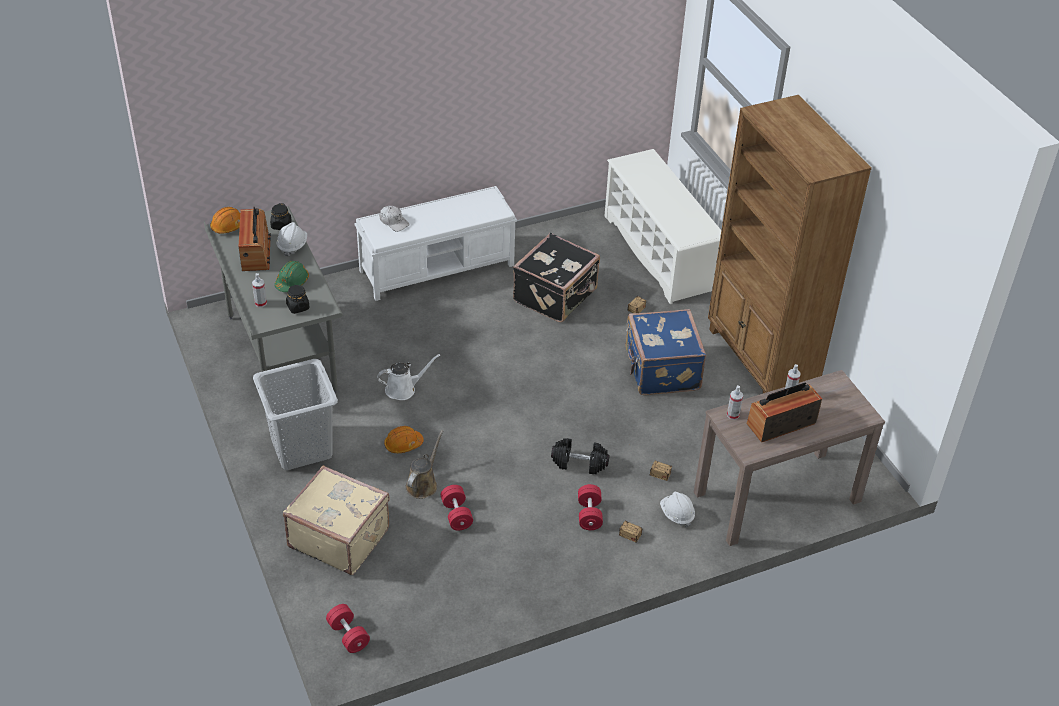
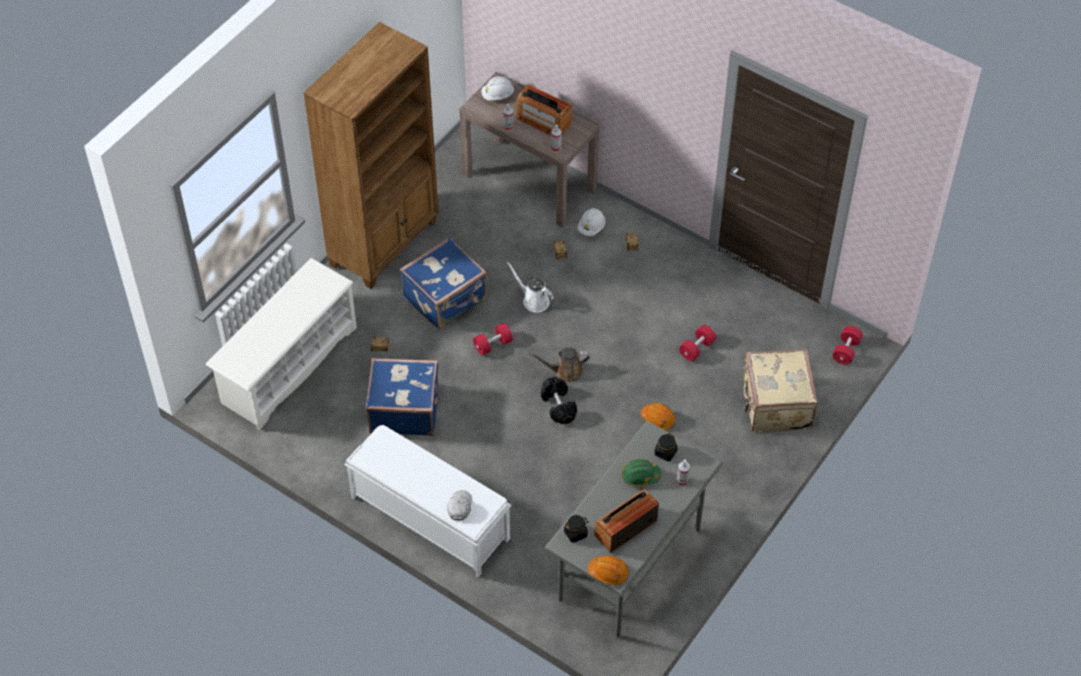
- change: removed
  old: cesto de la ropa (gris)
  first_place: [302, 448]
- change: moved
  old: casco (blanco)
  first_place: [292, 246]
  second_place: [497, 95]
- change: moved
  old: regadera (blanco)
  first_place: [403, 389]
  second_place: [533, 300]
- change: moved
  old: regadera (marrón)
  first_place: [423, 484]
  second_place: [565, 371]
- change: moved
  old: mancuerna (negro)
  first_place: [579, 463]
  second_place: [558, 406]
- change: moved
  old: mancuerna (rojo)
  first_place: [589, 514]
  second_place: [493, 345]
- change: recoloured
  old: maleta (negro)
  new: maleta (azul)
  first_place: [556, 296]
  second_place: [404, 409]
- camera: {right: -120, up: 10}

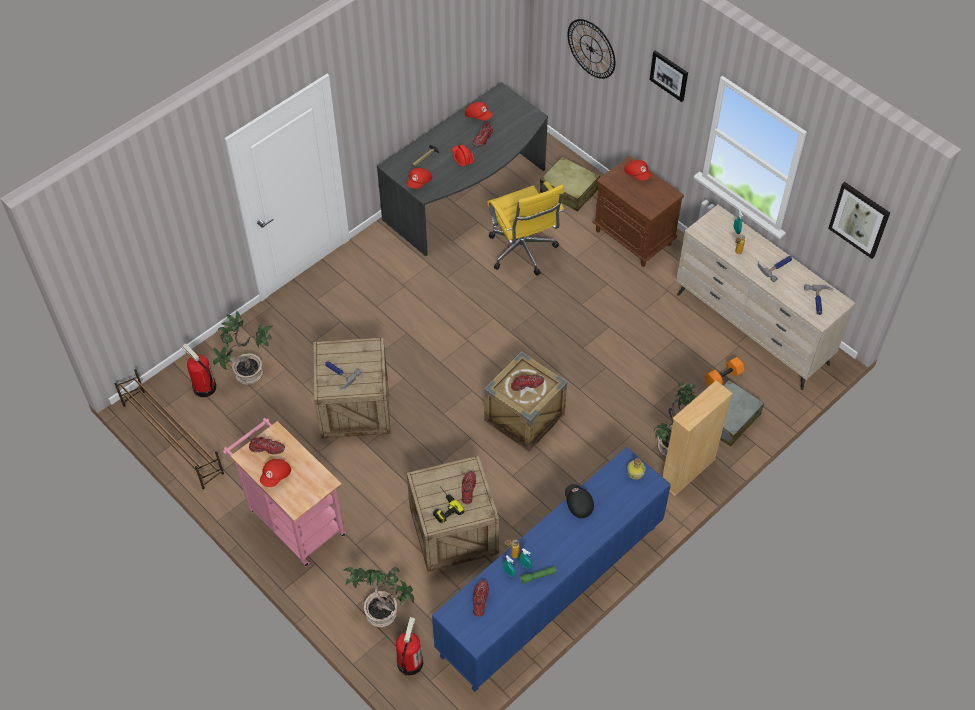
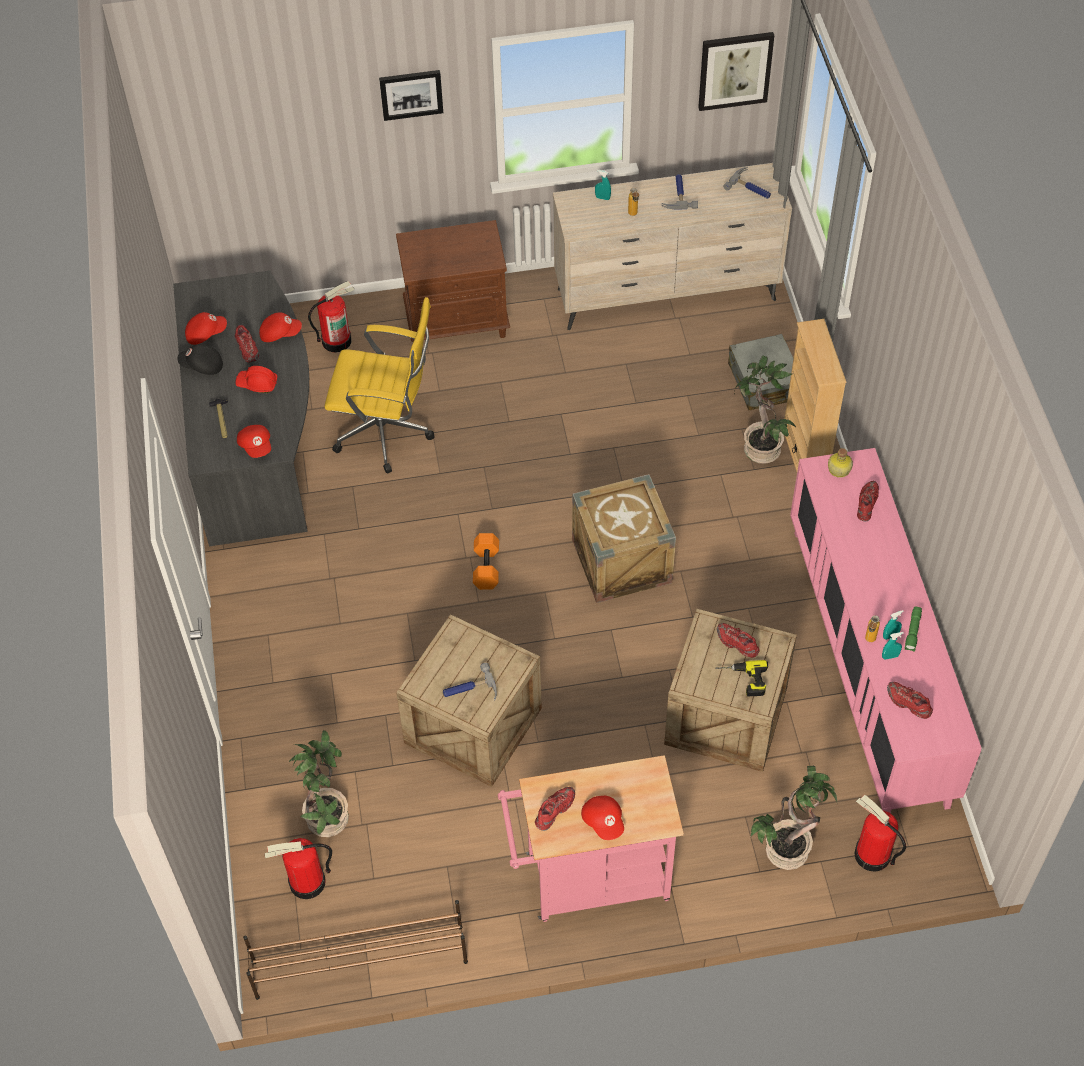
- change: removed
  old: reloj de pared
  first_place: [591, 48]
- change: moved
  old: zapato (rojo)
  first_place: [527, 385]
  second_place: [866, 504]
- change: moved
  old: gorra (negro)
  first_place: [578, 504]
  second_place: [202, 366]
- change: moved
  old: gorra (rojo)
  first_place: [637, 174]
  second_place: [280, 333]
- change: moved
  old: mancuerna (naranja)
  first_place: [723, 377]
  second_place: [485, 567]
- change: replaced
  old: maleta (beis)
  new: extintor
  first_place: [569, 190]
  second_place: [336, 340]
- change: recoloured
  old: armario (azul)
  new: armario (rosa)
  first_place: [551, 590]
  second_place: [869, 662]
- camera: {right: -55, up: 0}

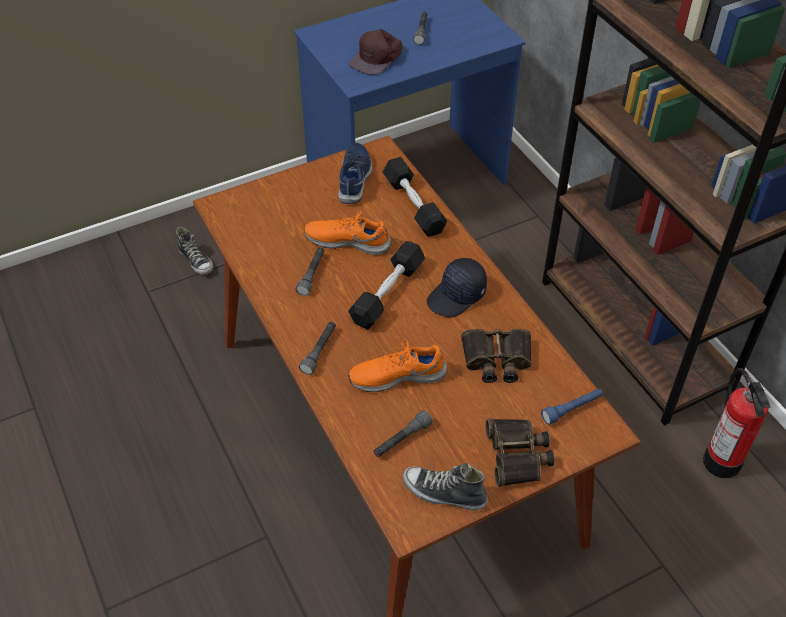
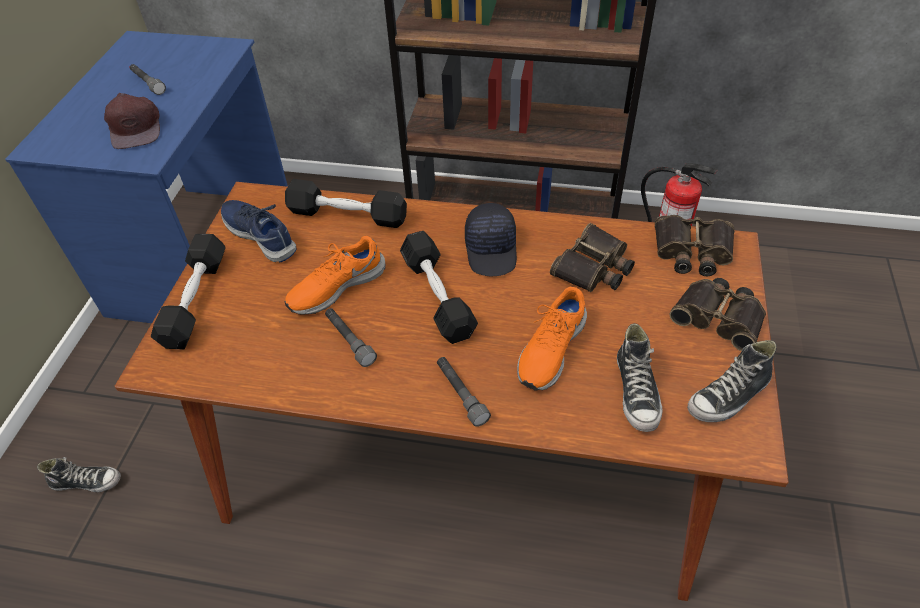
- change: added
  new: mancuerna (negro)
  second_place: [195, 300]
- change: replaced
  old: linterna (gris)
  new: zapato
  first_place: [402, 440]
  second_place: [636, 392]
- change: replaced
  old: linterna (azul)
  new: prismáticos
  first_place: [572, 409]
  second_place: [692, 252]
- camera: {right: -50, up: 0}

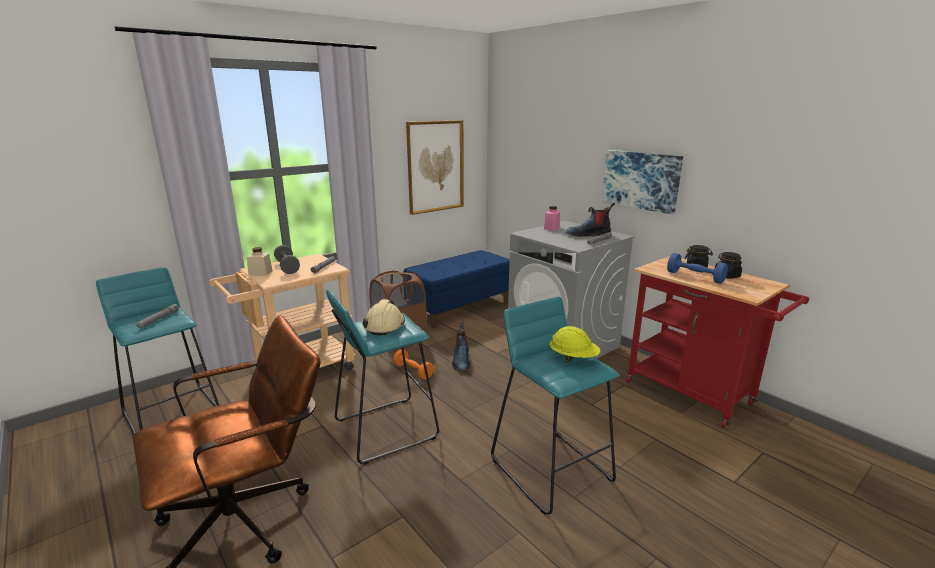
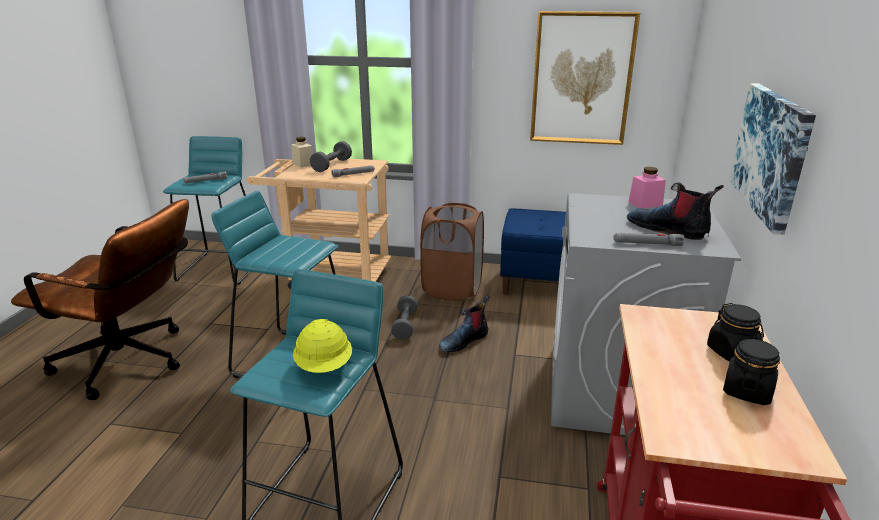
- change: removed
  old: casco (beis)
  first_place: [384, 325]
- change: removed
  old: mancuerna (azul)
  first_place: [695, 277]
- change: recoloured
  old: mancuerna (naranja)
  new: mancuerna (gris)
  first_place: [413, 371]
  second_place: [405, 325]
- camera: {right: 50, up: 5}

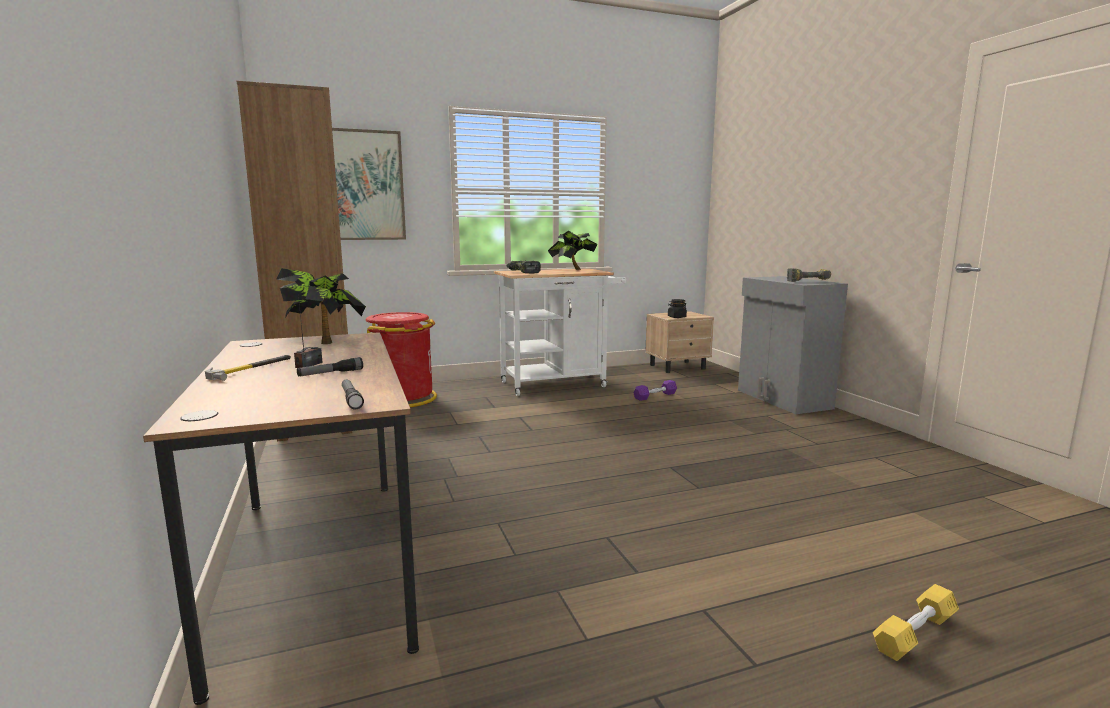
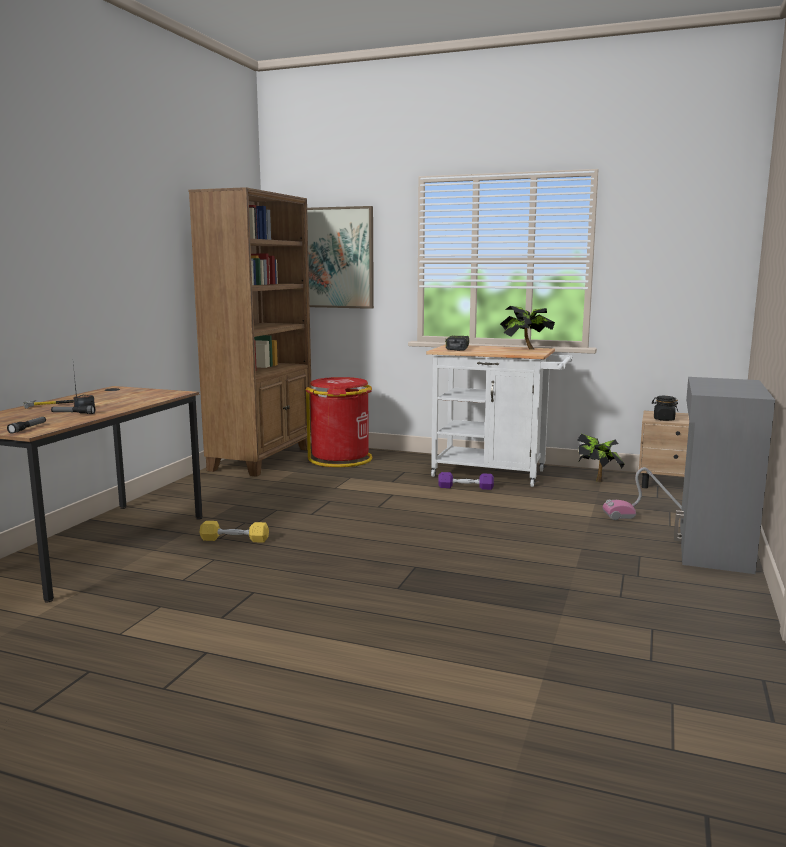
- change: removed
  old: taladro
  first_place: [806, 281]
- change: added
  new: aspiradora
  second_place: [648, 516]
- change: moved
  old: planta en maceta
  first_place: [324, 341]
  second_place: [598, 479]
- change: moved
  old: mancuerna (morado)
  first_place: [655, 396]
  second_place: [465, 487]
- change: moved
  old: mancuerna (amarillo)
  first_place: [914, 634]
  second_place: [234, 539]
- camera: {right: 40, up: 0}

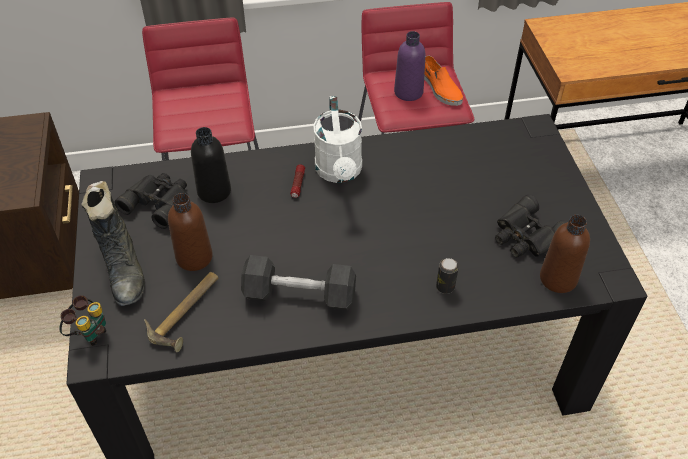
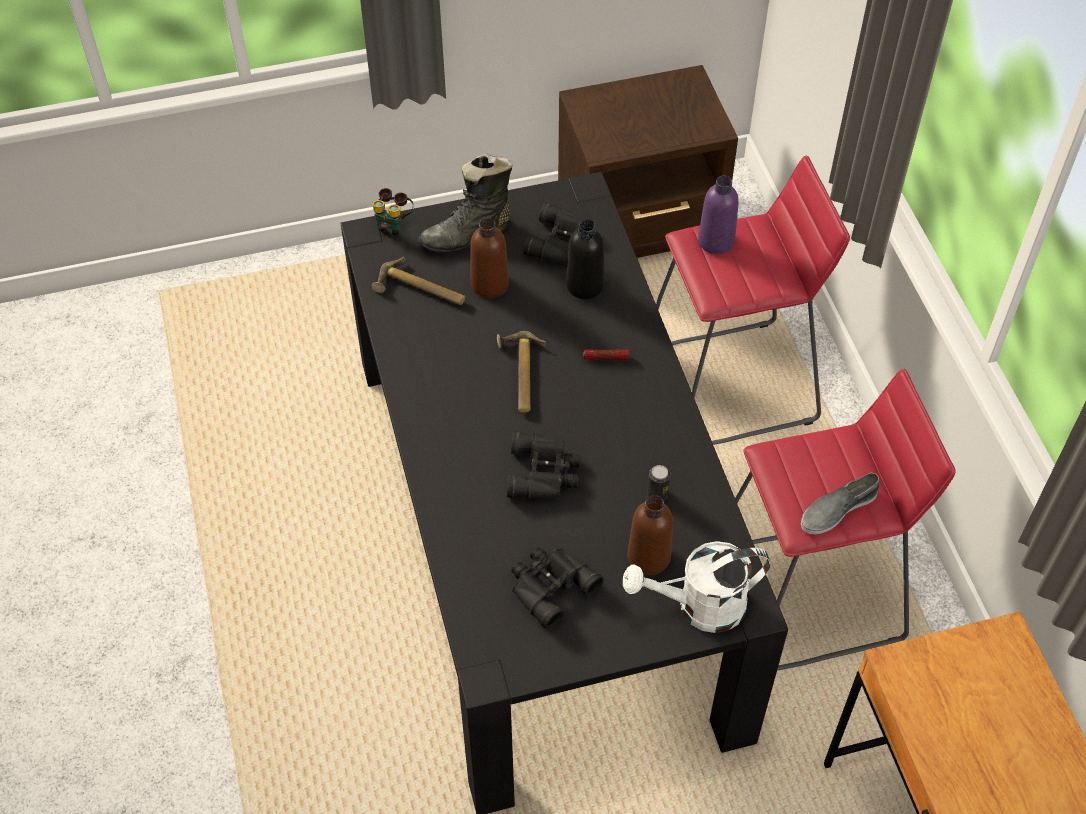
- change: removed
  old: mancuerna (negro)
  first_place: [299, 295]
- change: added
  new: martillo
  second_place: [519, 375]
- change: added
  new: prismáticos (negro)
  second_place: [544, 472]
- change: moved
  old: regadera (blanco)
  first_place: [340, 172]
  second_place: [699, 607]
- change: moved
  old: botella (morado)
  first_place: [408, 92]
  second_place: [716, 241]
- change: moved
  old: lata
  first_place: [445, 287]
  second_place: [657, 494]
- change: moved
  old: botella (marrón)
  first_place: [558, 279]
  second_place: [648, 557]
- change: recoloured
  old: zapato (naranja)
  new: zapato (gris)
  first_place: [440, 88]
  second_place: [837, 509]
- camera: {right: 85, up: 5}

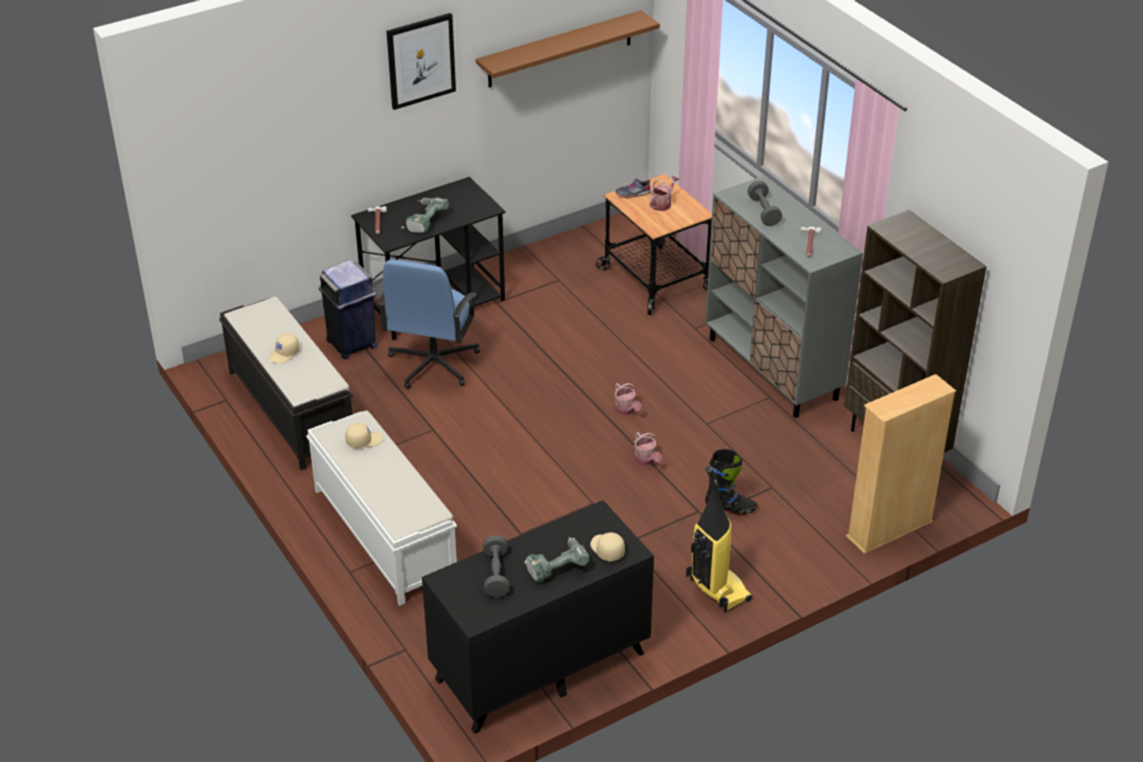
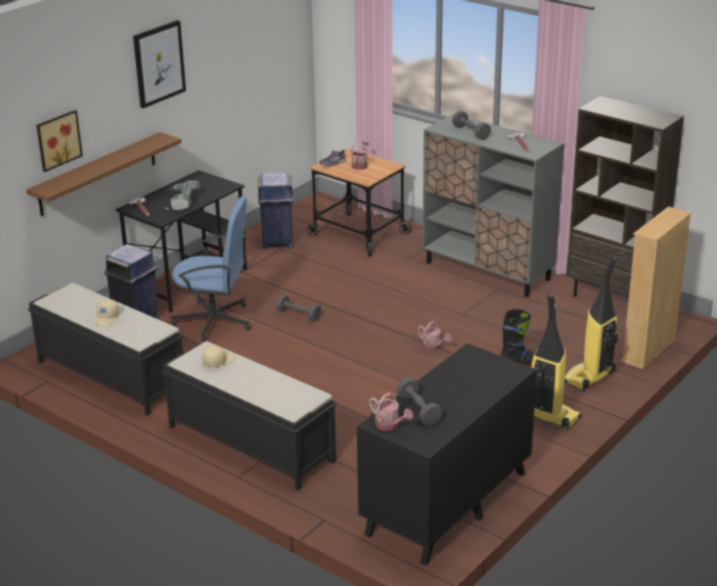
- change: removed
  old: taladro
  first_place: [556, 566]
- change: removed
  old: gorra (beis)
  first_place: [606, 550]
- change: added
  new: cuadro
  second_place: [57, 140]
- change: added
  new: papelera (azul)
  second_place: [277, 242]
- change: added
  new: mancuerna (gris)
  second_place: [299, 315]
- change: added
  new: aspiradora
  second_place: [589, 378]
- change: moved
  old: estante (marrón)
  first_place: [560, 49]
  second_place: [98, 174]
- change: moved
  old: regadera
  first_place: [626, 410]
  second_place: [390, 425]
- change: recoloured
  old: banco (blanco)
  new: banco (negro)
  first_place: [383, 534]
  second_place: [250, 443]
- change: turned
  old: silla de oficina (azul)
  first_place: [433, 364]
  second_place: [215, 321]
  degrees: -75
- camera: {right: -20, up: -10}

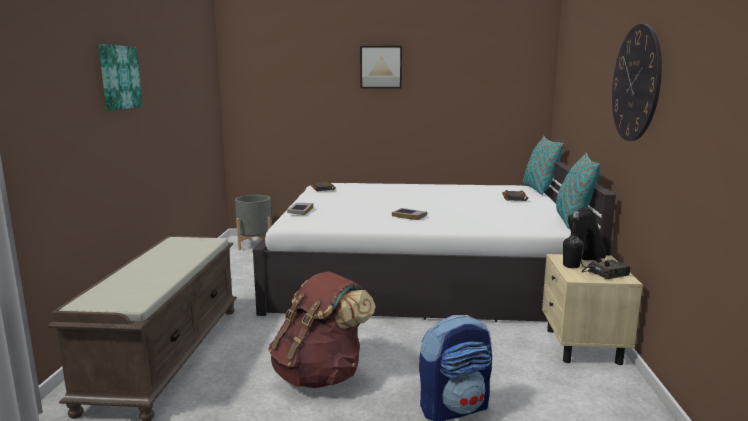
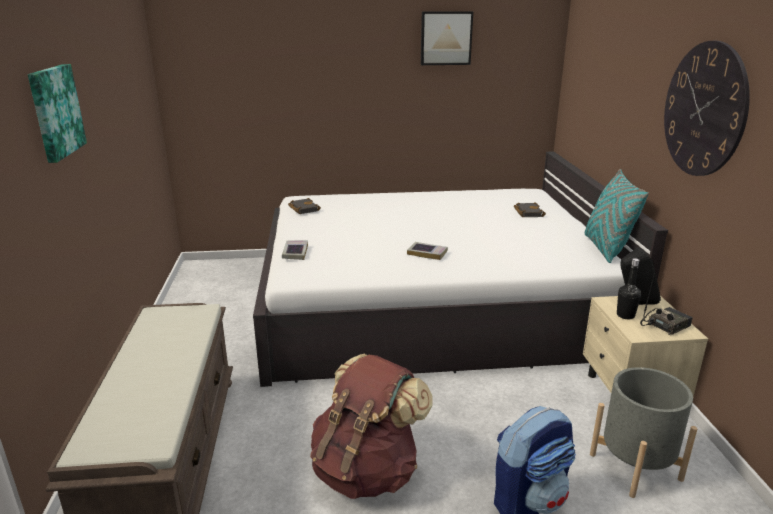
- change: removed
  old: cojín (turquesa)
  first_place: [538, 190]
- change: moved
  old: maceta (gris)
  first_place: [255, 244]
  second_place: [635, 467]
- change: moved
  old: cuadro
  first_place: [381, 67]
  second_place: [445, 38]
- camera: {right: -10, up: 10}

